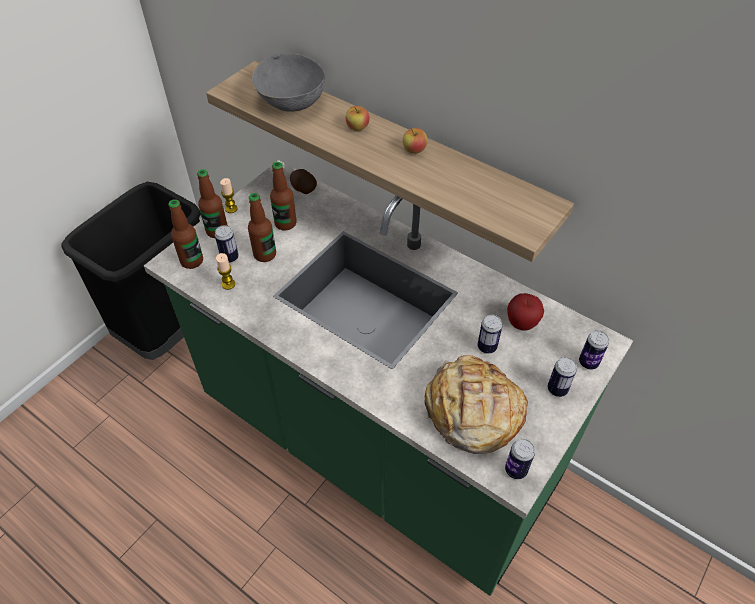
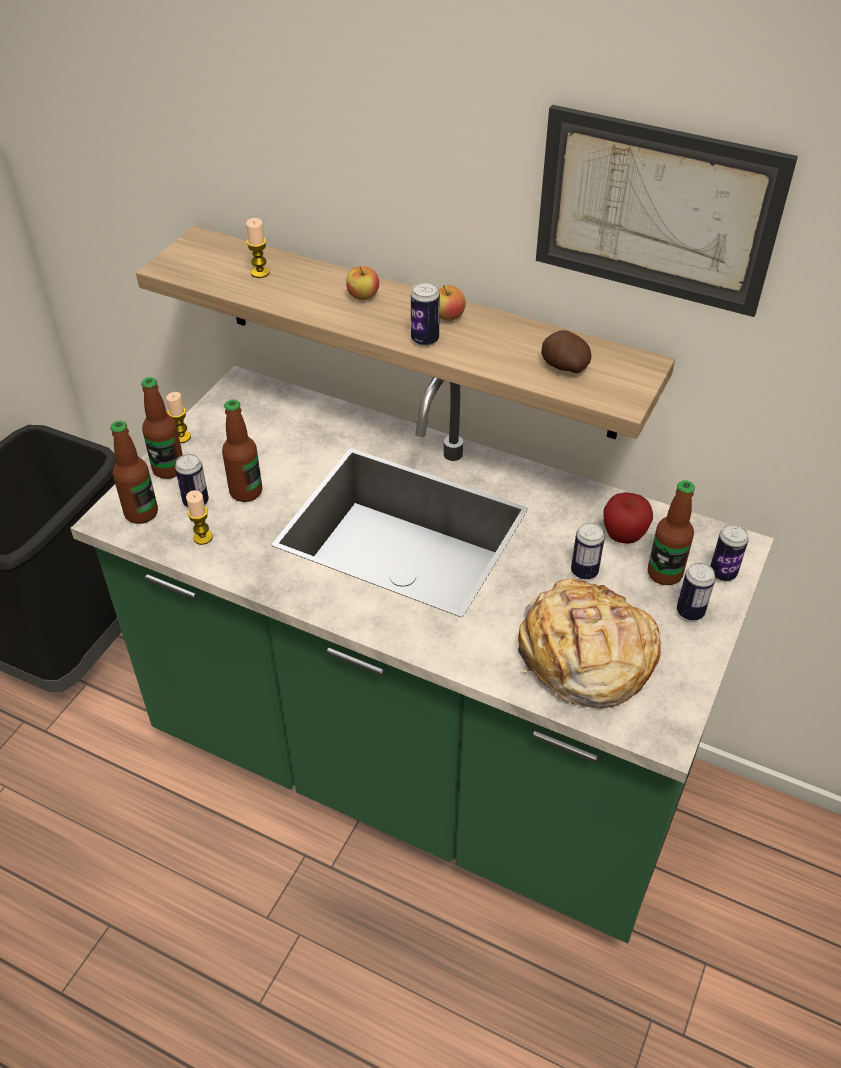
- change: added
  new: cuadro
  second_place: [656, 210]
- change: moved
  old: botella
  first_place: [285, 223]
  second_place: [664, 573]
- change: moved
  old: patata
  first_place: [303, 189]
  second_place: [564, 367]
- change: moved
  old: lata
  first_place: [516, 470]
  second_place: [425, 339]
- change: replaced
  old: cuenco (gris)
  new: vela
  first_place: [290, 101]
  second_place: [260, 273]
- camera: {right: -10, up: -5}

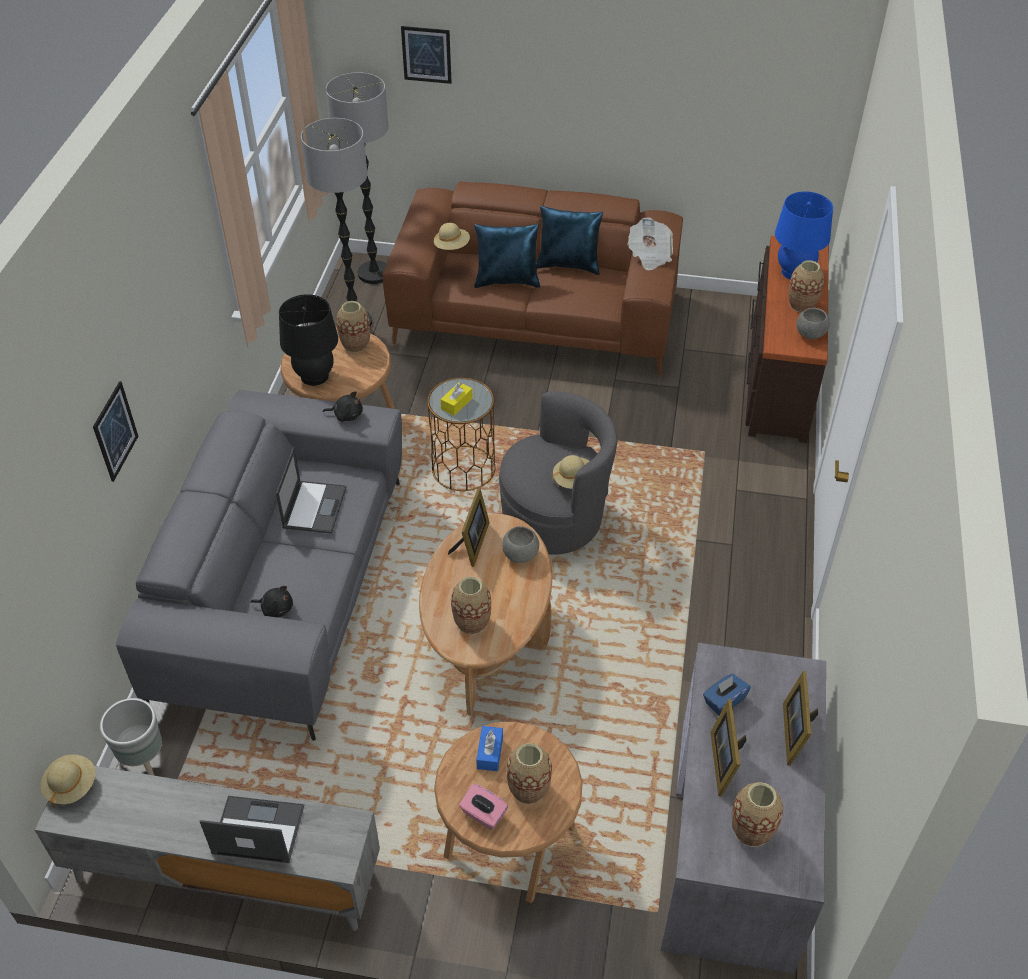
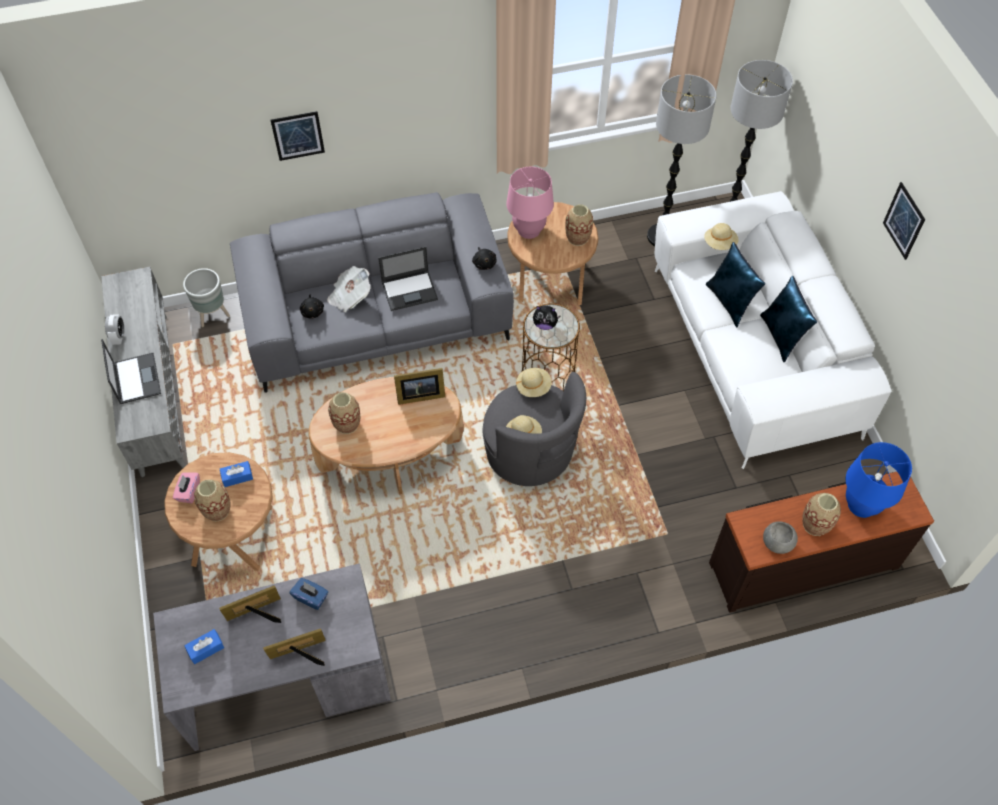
- change: removed
  old: cuenco (gris)
  first_place: [520, 554]
- change: added
  new: despertador
  second_place: [119, 337]
- change: moved
  old: sombrero (beis)
  first_place: [71, 786]
  second_place: [533, 387]
- change: moved
  old: cuadro
  first_place: [426, 54]
  second_place: [904, 221]
- change: moved
  old: periódico
  first_place: [649, 255]
  second_place: [350, 296]
- change: replaced
  old: caja de pañuelos (amarillo)
  new: peluche
  first_place: [456, 403]
  second_place: [545, 324]
- change: replaced
  old: florero
  new: caja de pañuelos (azul)
  first_place: [751, 830]
  second_place: [206, 649]
- change: recoloured
  old: lámpara de mesa (negro)
  new: lámpara de mesa (rosa)
  first_place: [314, 376]
  second_place: [529, 230]
- change: recoloured
  old: sofá (marrón)
  new: sofá (blanco)
  first_place: [535, 318]
  second_place: [752, 351]
- camera: {right: 65, up: 10}

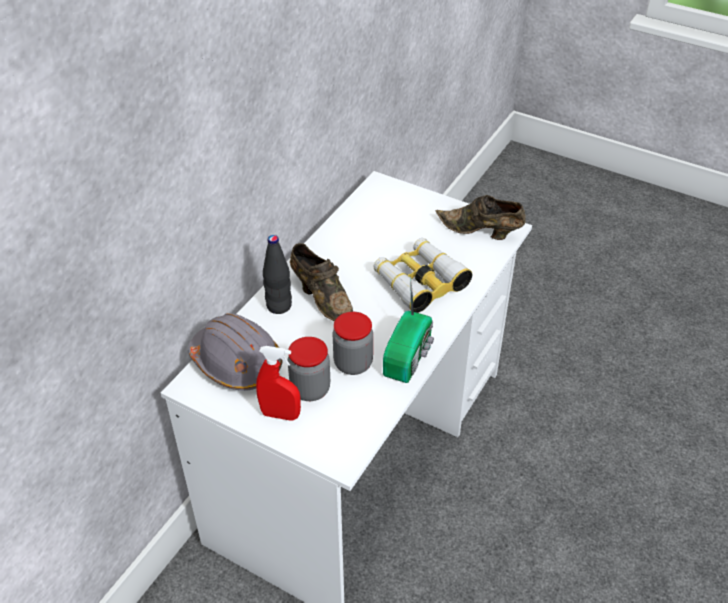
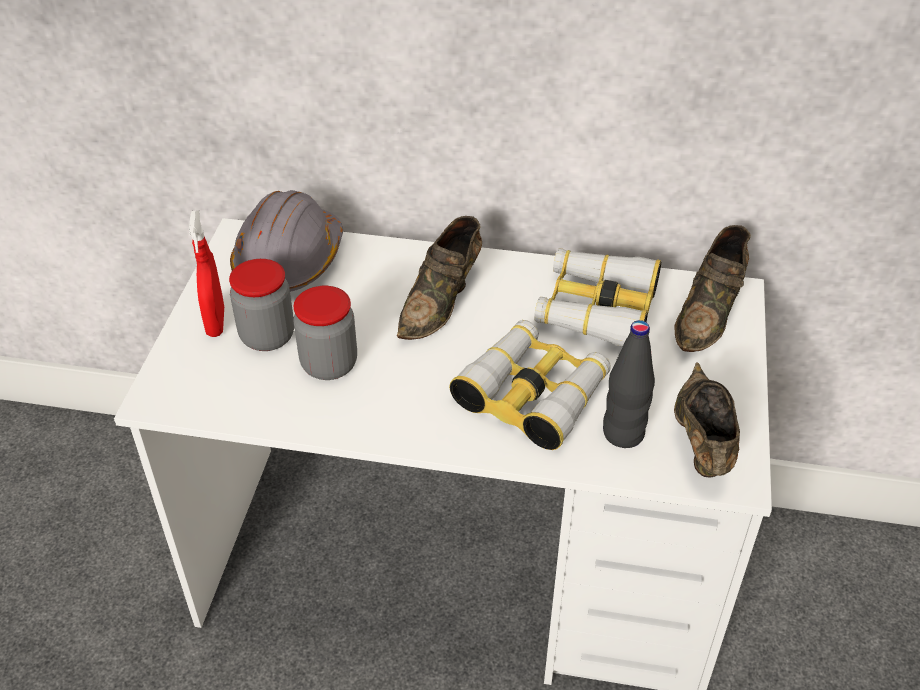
- change: removed
  old: radio
  first_place: [409, 355]
- change: added
  new: prismáticos
  second_place: [596, 308]
- change: added
  new: zapato (marrón)
  second_place: [710, 312]
- change: moved
  old: botella (negro)
  first_place: [279, 306]
  second_place: [623, 434]
- camera: {right: 70, up: 0}

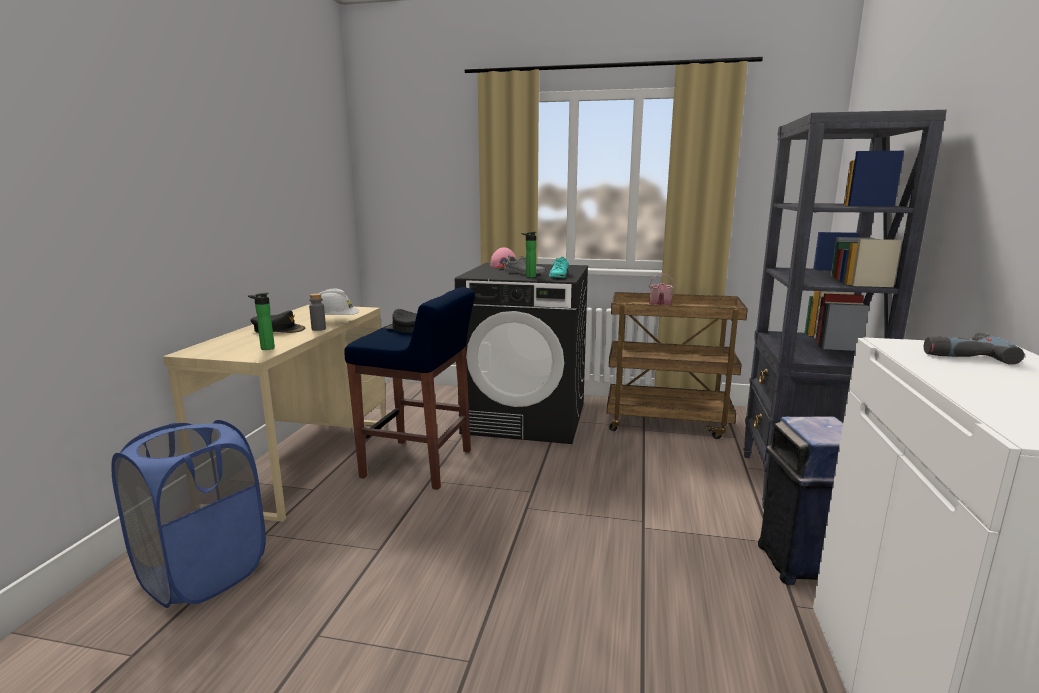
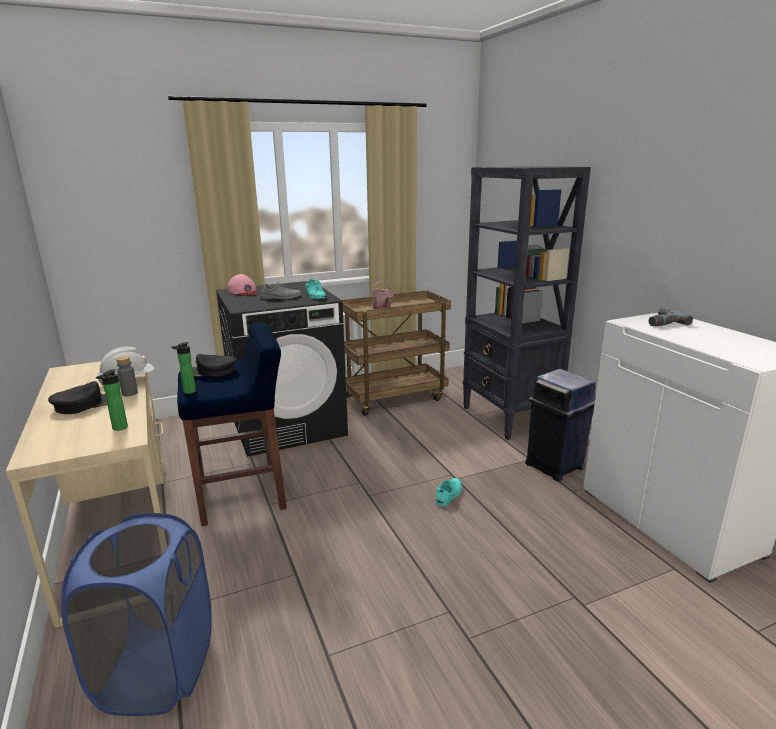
- change: added
  new: zapato (turquesa)
  second_place: [449, 494]
- change: moved
  old: botella
  first_place: [529, 277]
  second_place: [188, 392]
- camera: {right: -35, up: 5}

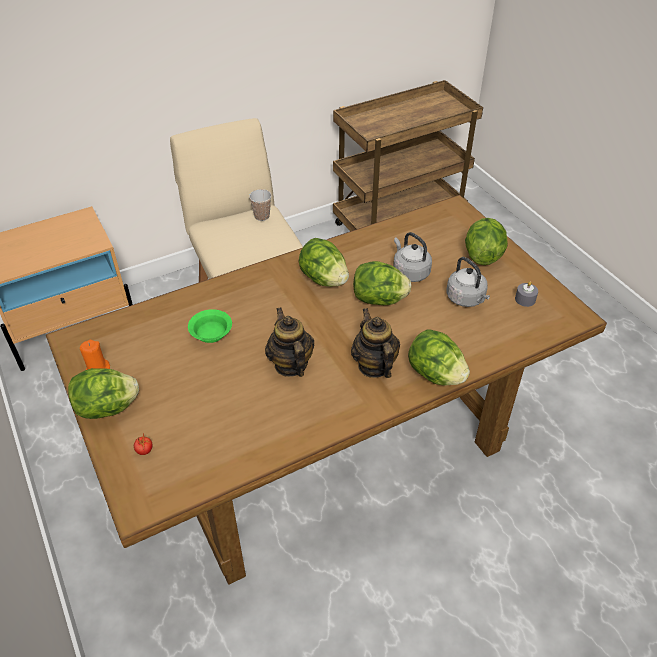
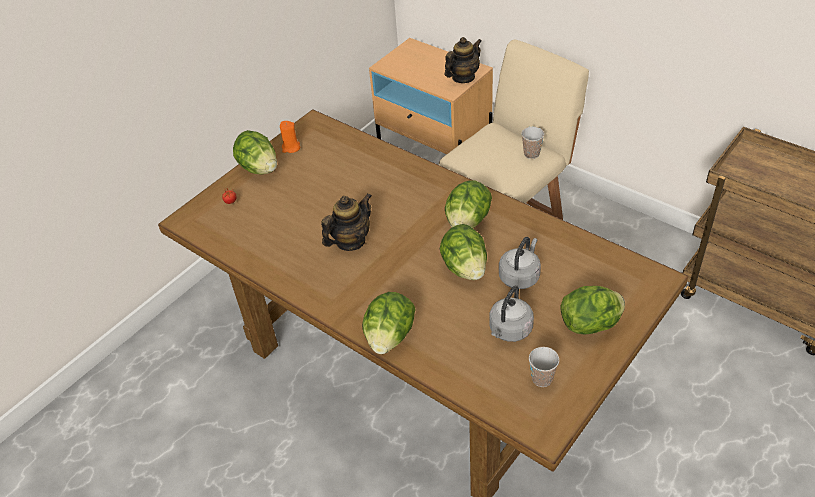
- change: removed
  old: cuenco (verde)
  first_place: [212, 334]
- change: moved
  old: tetera
  first_place: [374, 365]
  second_place: [463, 77]
- change: replaced
  old: vela (gris)
  new: taza
  first_place: [525, 299]
  second_place: [542, 379]
- camera: {right: 70, up: 0}

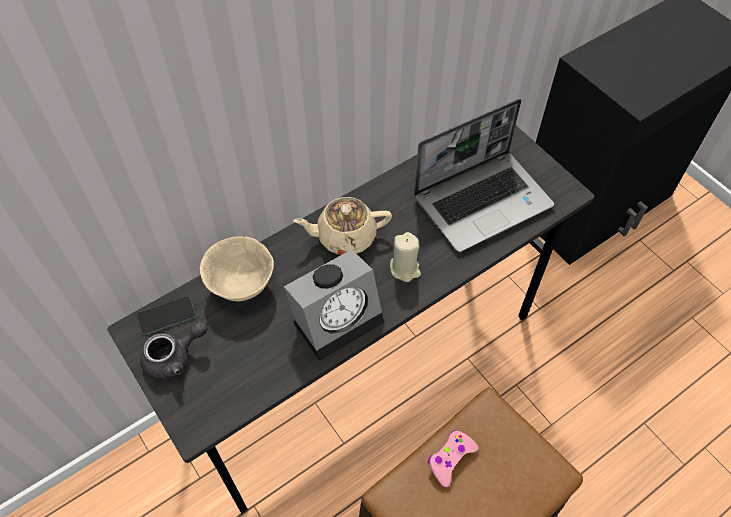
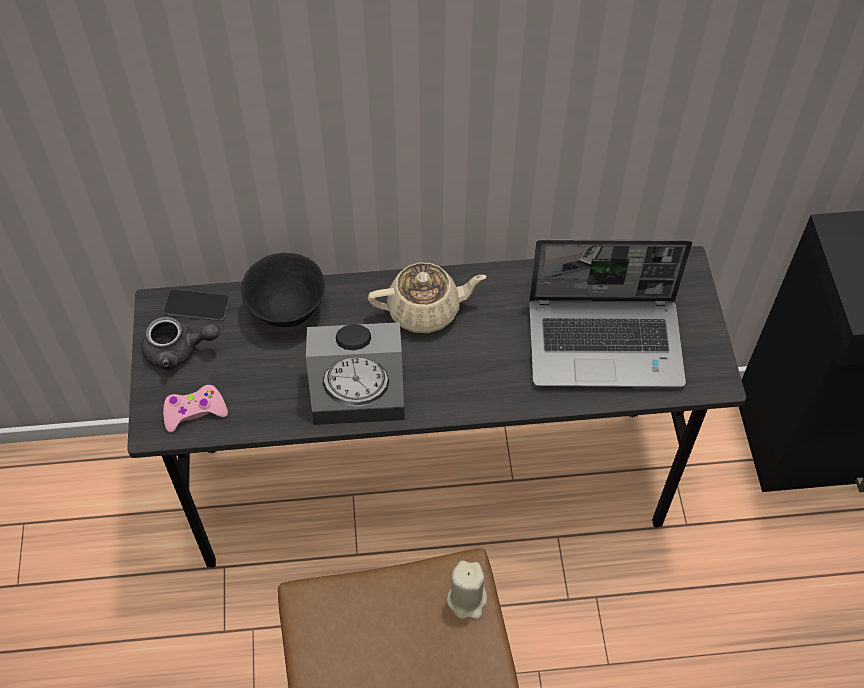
- change: moved
  old: vela (beis)
  first_place: [405, 269]
  second_place: [467, 599]
- change: moved
  old: mando de consola (rosa)
  first_place: [450, 459]
  second_place: [194, 411]
- change: recoloured
  old: cuenco (beis)
  new: cuenco (negro)
  first_place: [242, 285]
  second_place: [287, 310]
- change: turned
  old: tetera (beis)
  first_place: [345, 236]
  second_place: [425, 310]
  degrees: 150
- camera: {right: 30, up: 0}

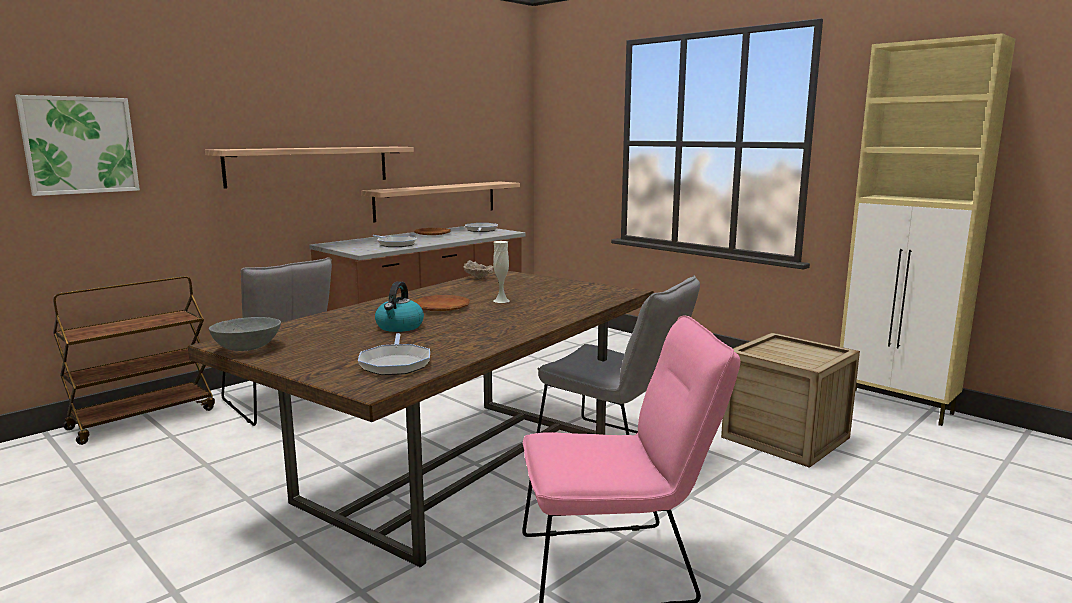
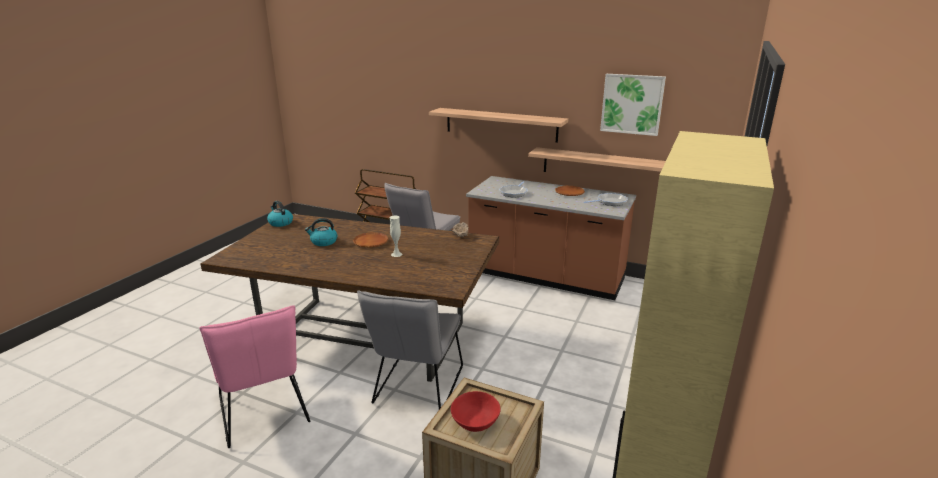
- change: removed
  old: sartén
  first_place: [395, 363]
- change: added
  new: cuenco (rojo)
  second_place: [475, 421]
- change: moved
  old: cuadro
  first_place: [80, 145]
  second_place: [632, 104]
- change: replaced
  old: cuenco (gris)
  new: hervidor
  first_place: [248, 347]
  second_place: [280, 223]
- camera: {right: 70, up: 10}

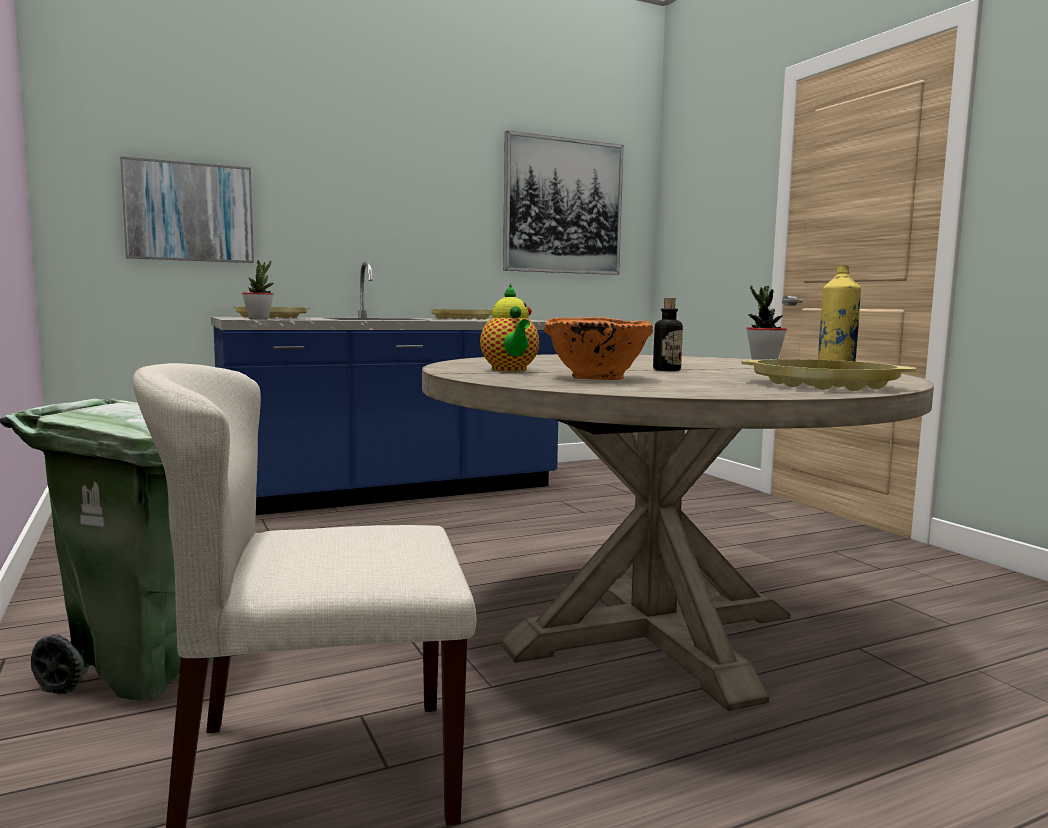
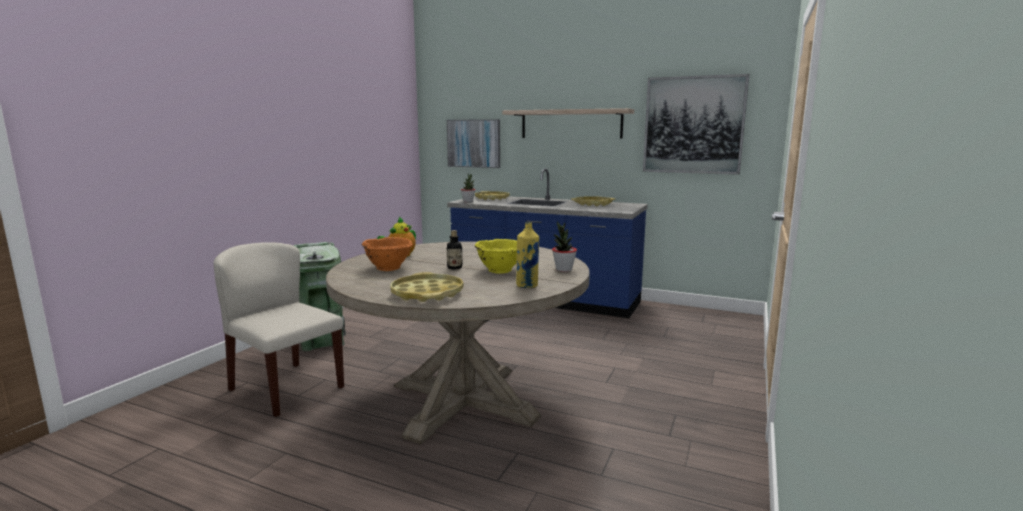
- change: added
  new: cuenco (amarillo)
  second_place: [500, 270]
- change: added
  new: estante
  second_place: [571, 124]
- camera: {right: 50, up: 5}

